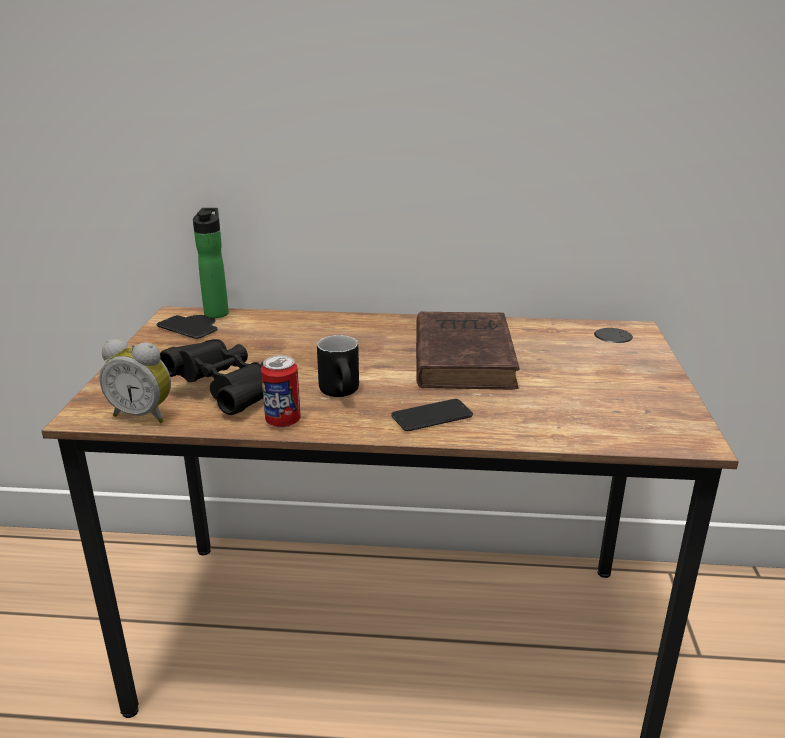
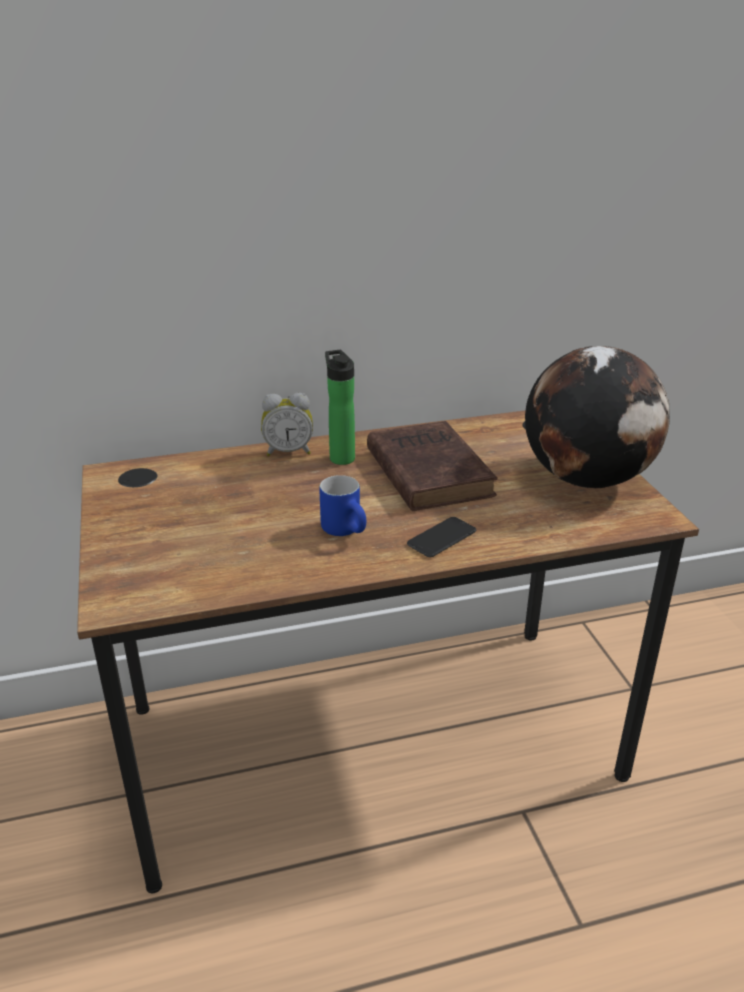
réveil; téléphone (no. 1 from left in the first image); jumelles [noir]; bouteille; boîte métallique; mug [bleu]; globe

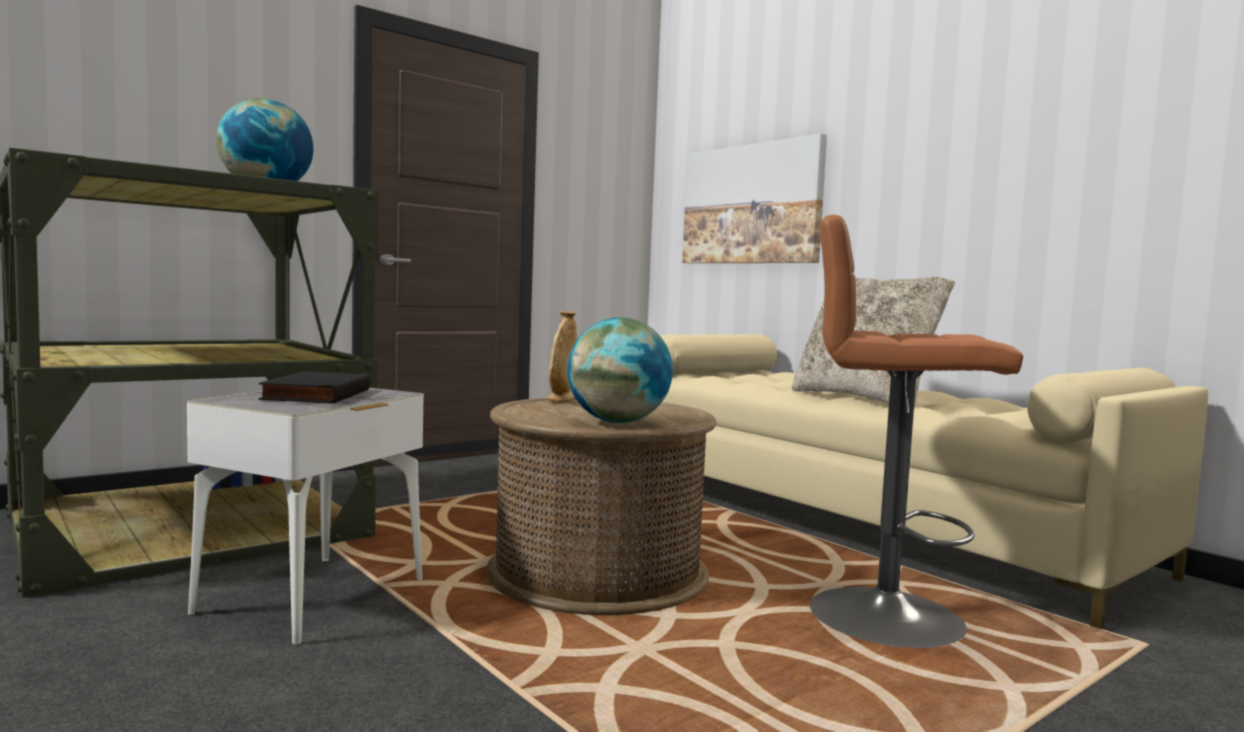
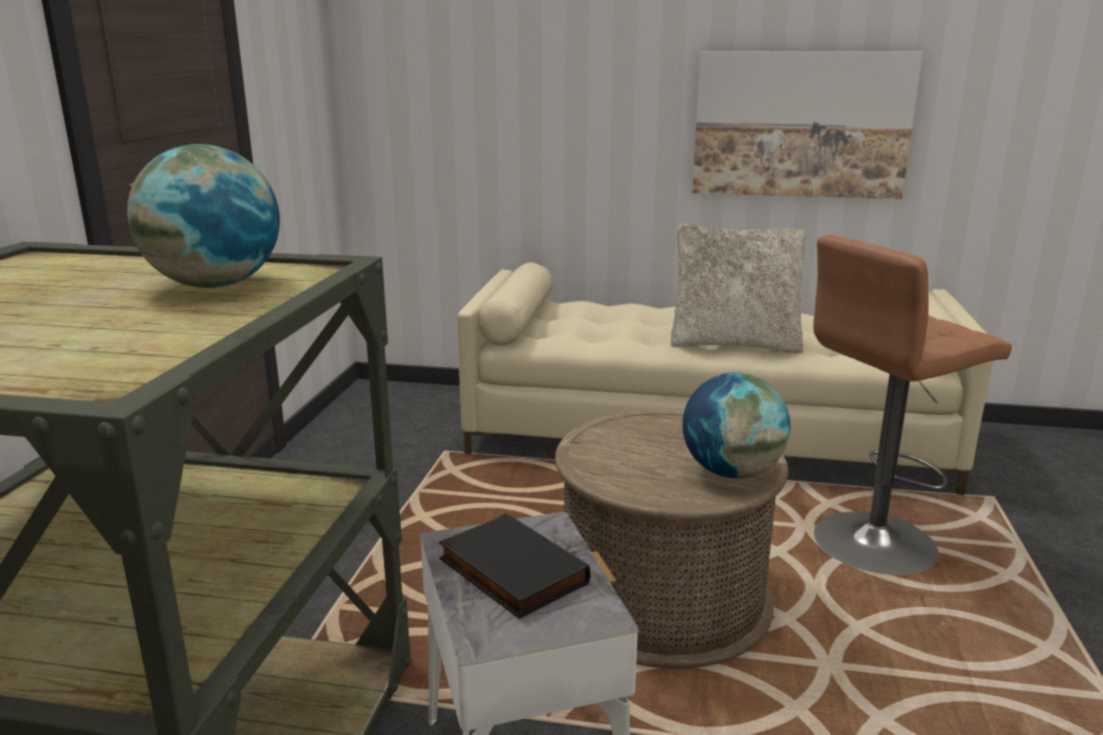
vase [beige]; tableau

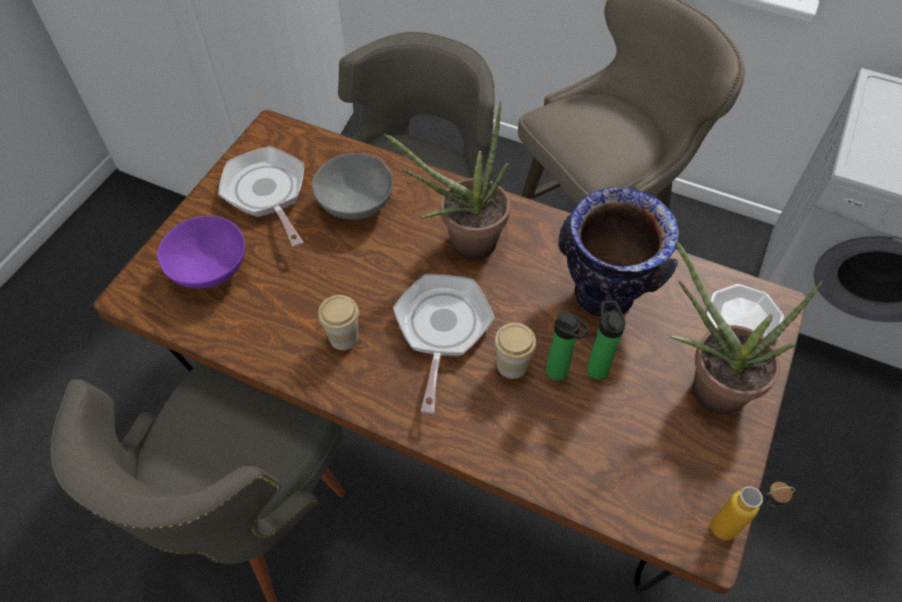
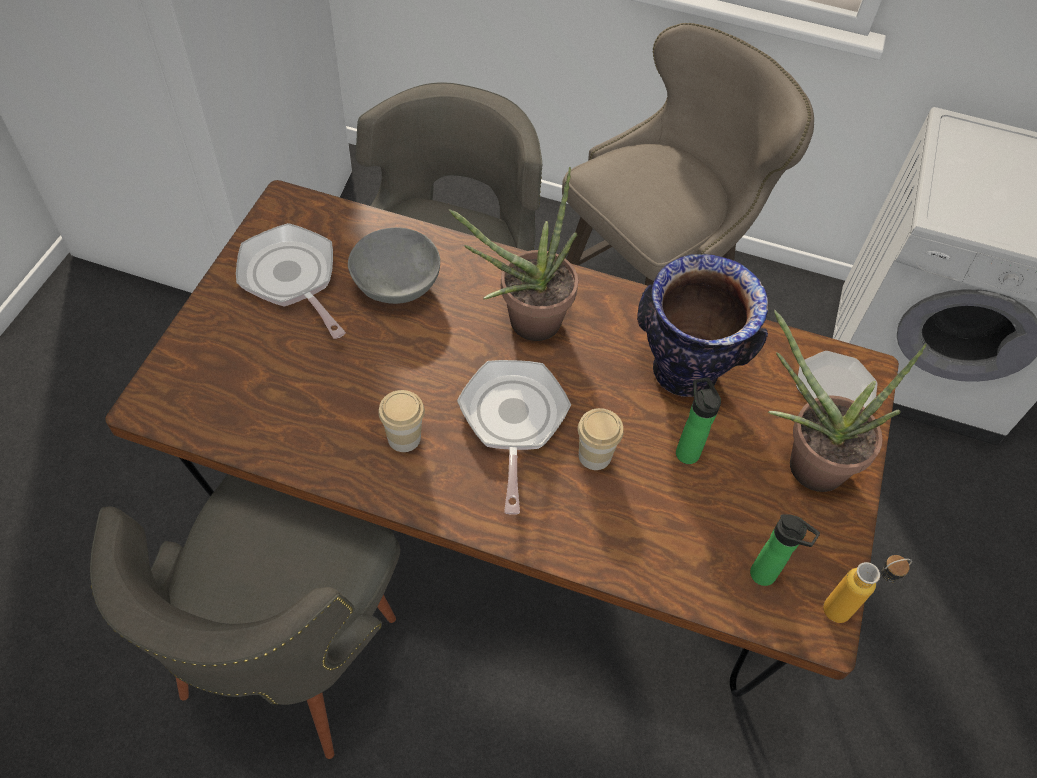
bol [violet]; bouteille (no. 2 from left)

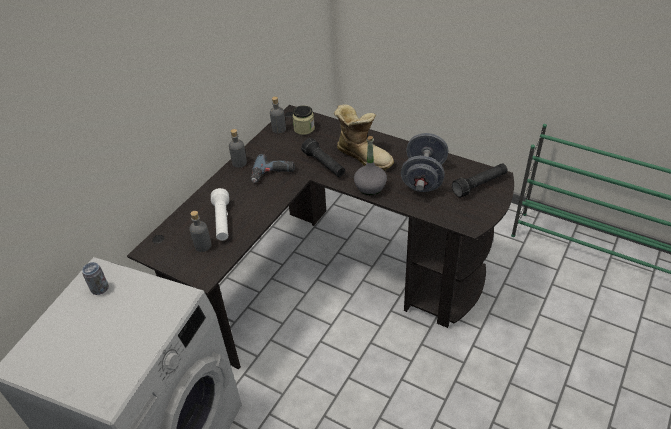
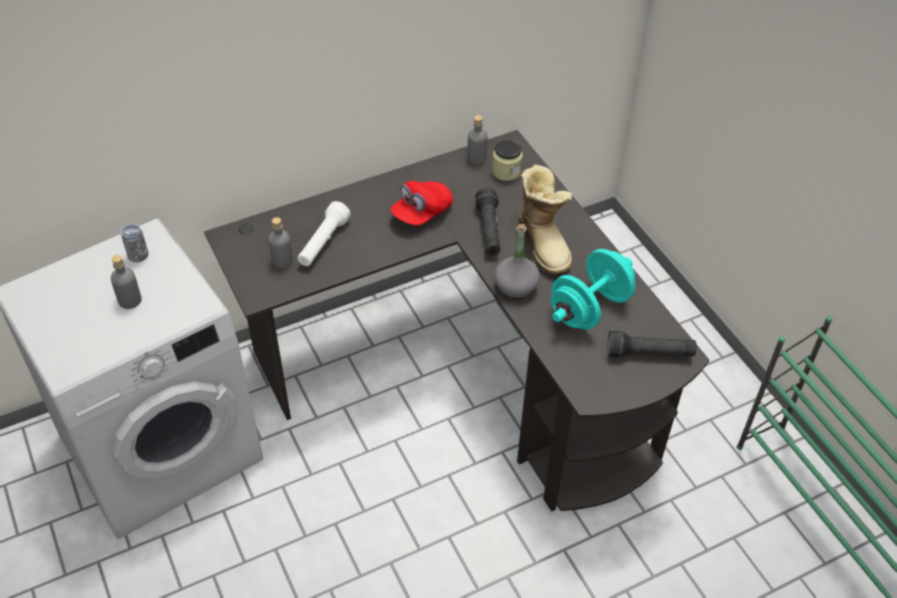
bouteille [gris] (no. 1 from left); casquette [rouge]; haltère [turquoise]

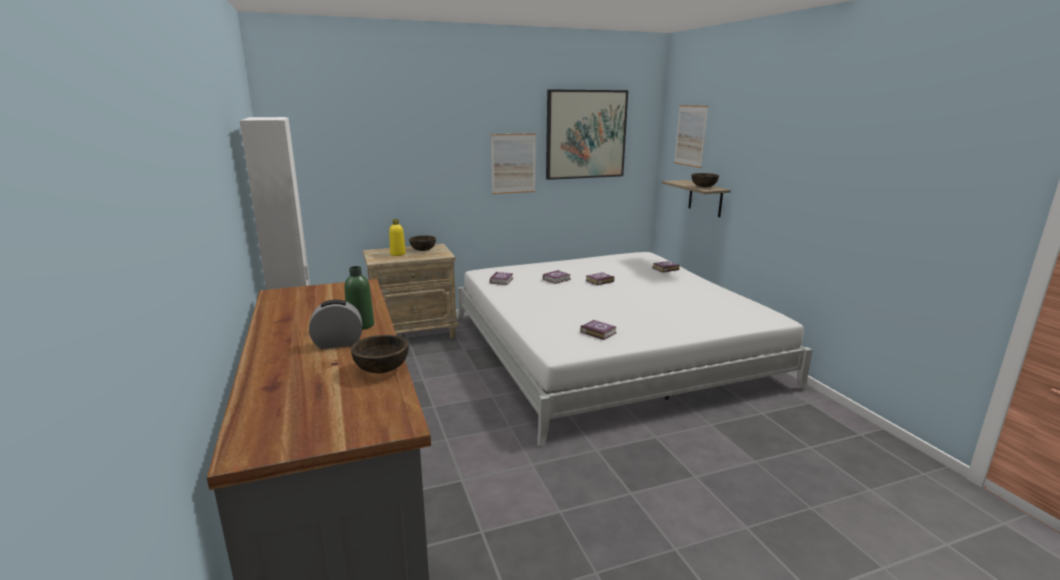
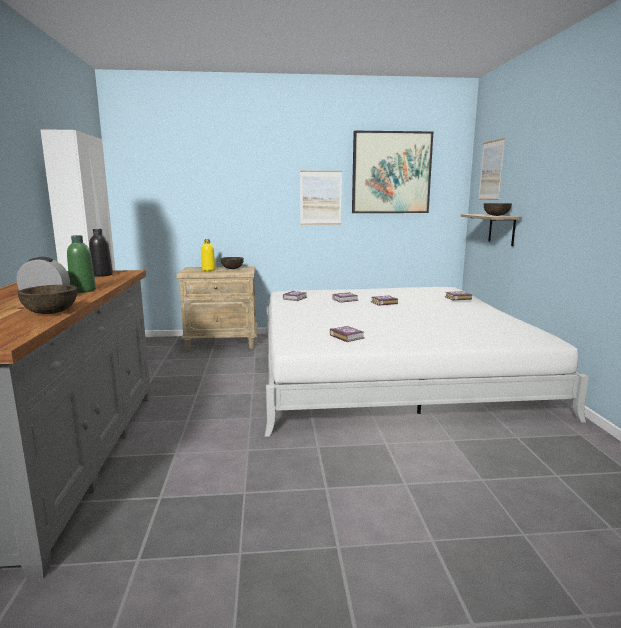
bouteille [noir]

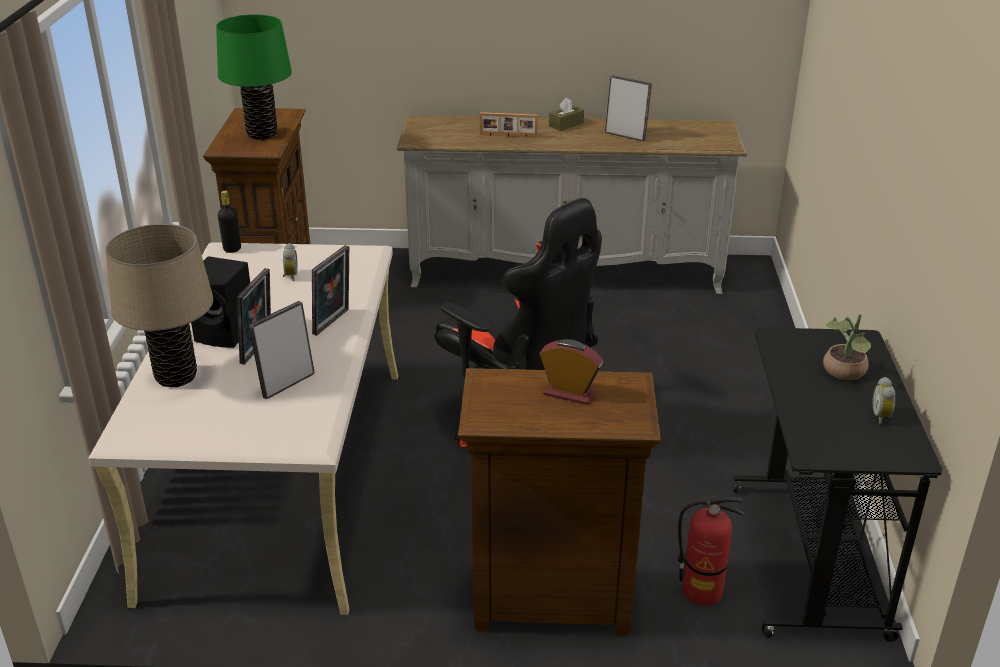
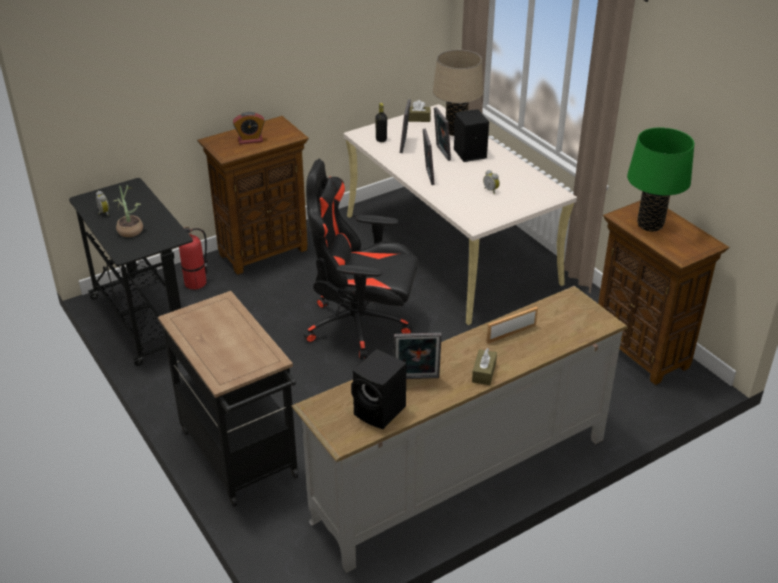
bouteille [noir]; chariot [noir]; enceinte [noir] (no. 1 from left); boîte à mouchoirs [marron] (no. 1 from left)

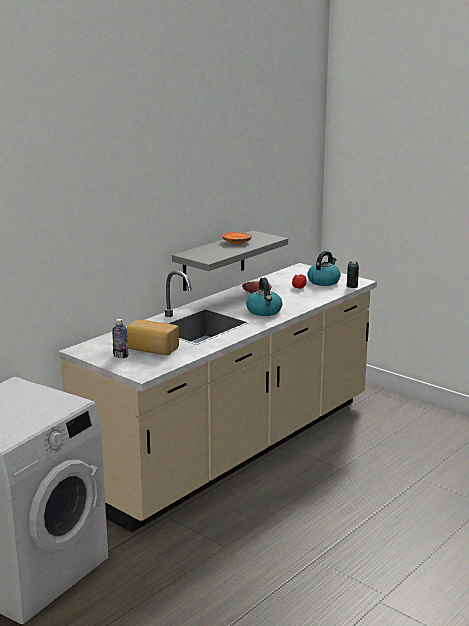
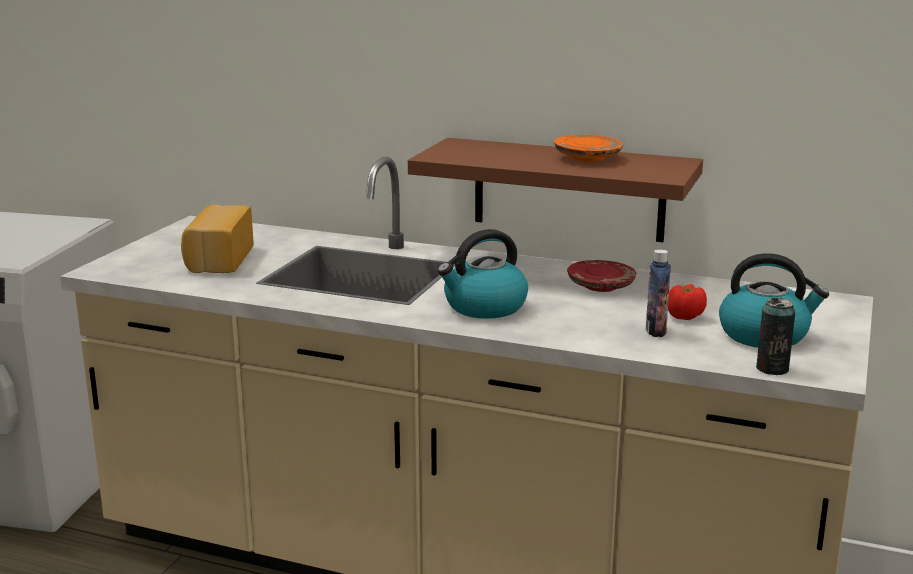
bouteille; étagère [marron]

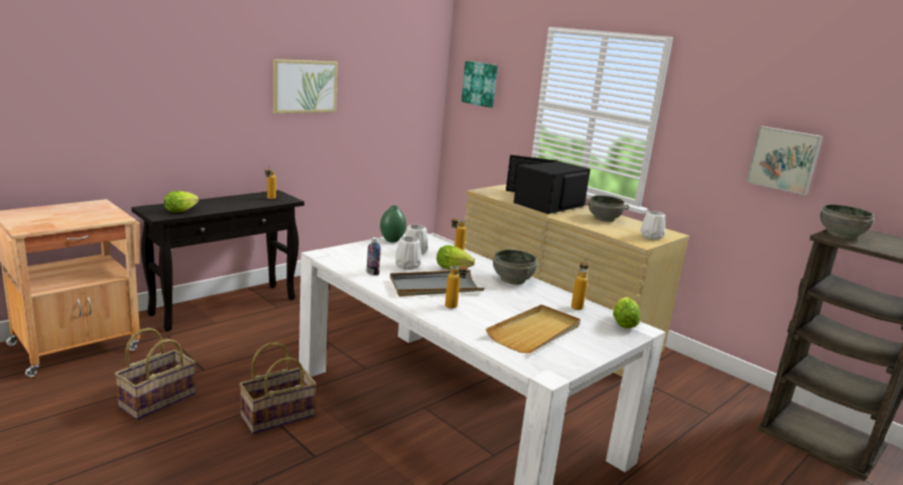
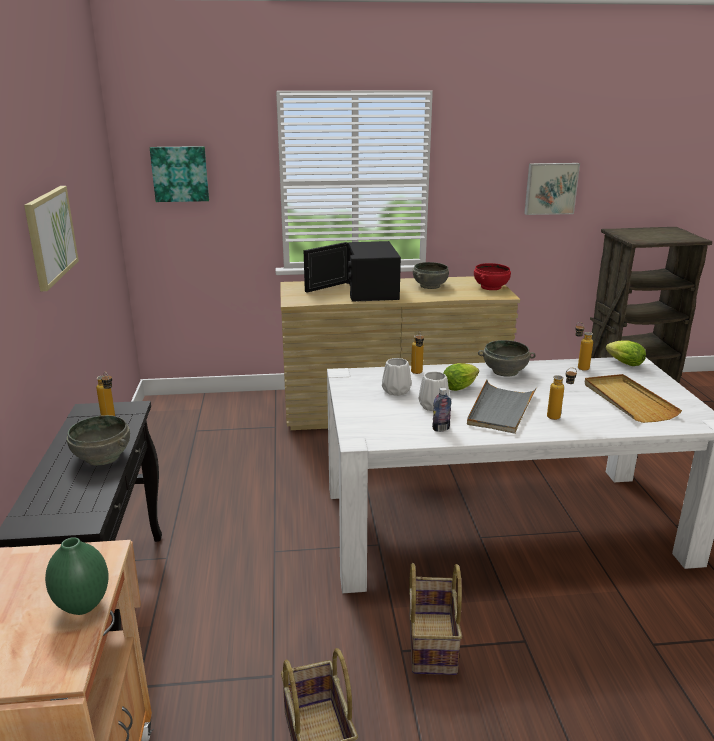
laitue (no. 1 from left in the first image); vase [vert]; bol [rouge]; bol [gris] (no. 1 from left)

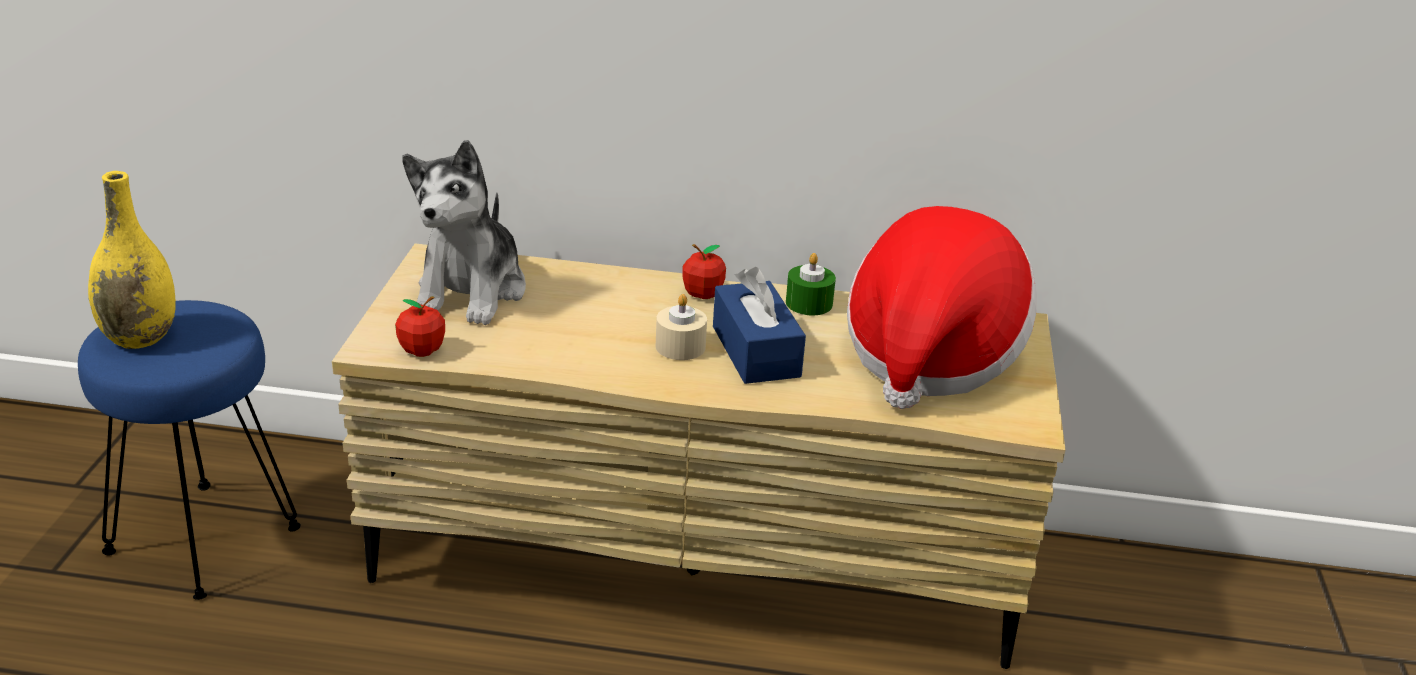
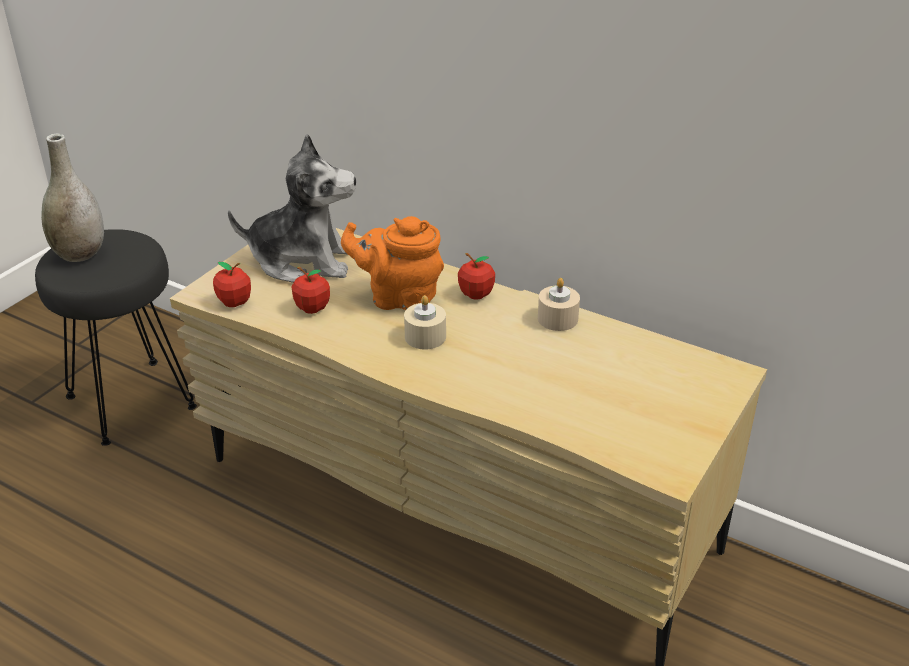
tabouret [noir]; vase [gris]; peluche; boîte à mouchoirs [bleu]; bougie [beige] (no. 2 from left); chapeau; pomme (no. 2 from left); théière [orange]

